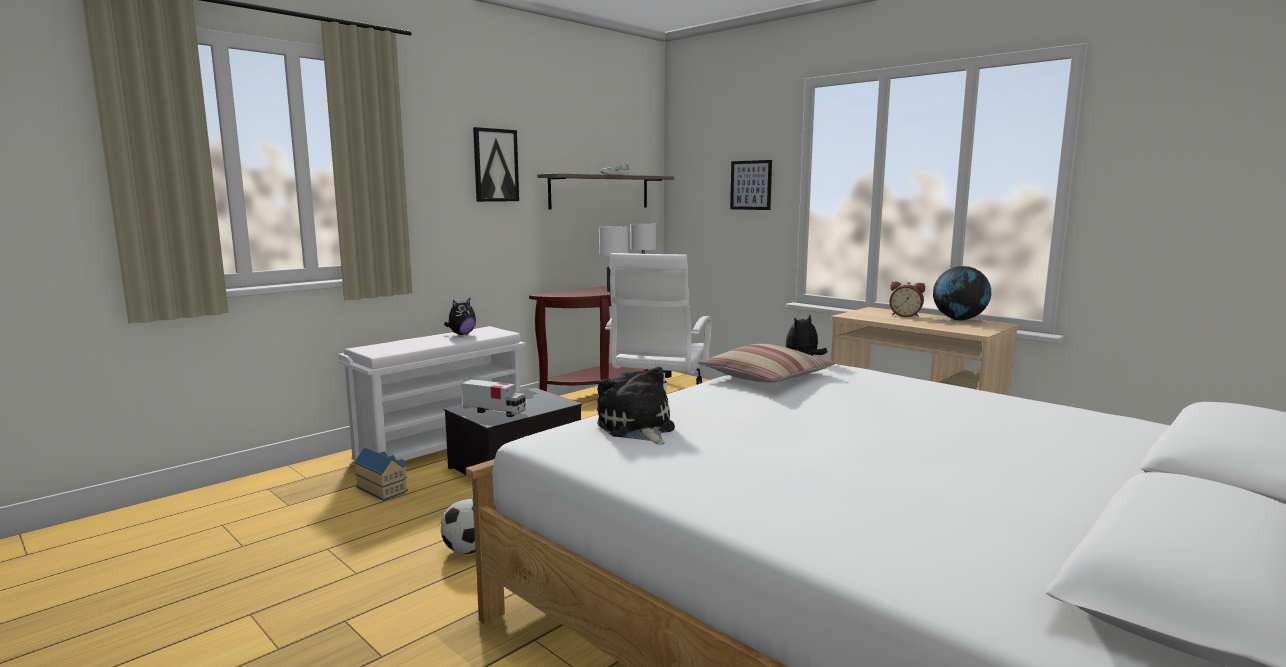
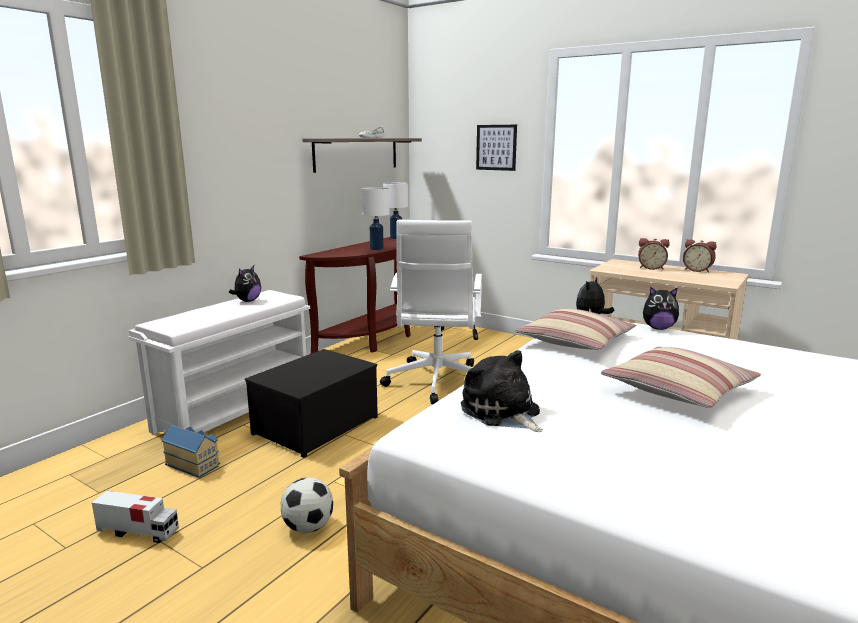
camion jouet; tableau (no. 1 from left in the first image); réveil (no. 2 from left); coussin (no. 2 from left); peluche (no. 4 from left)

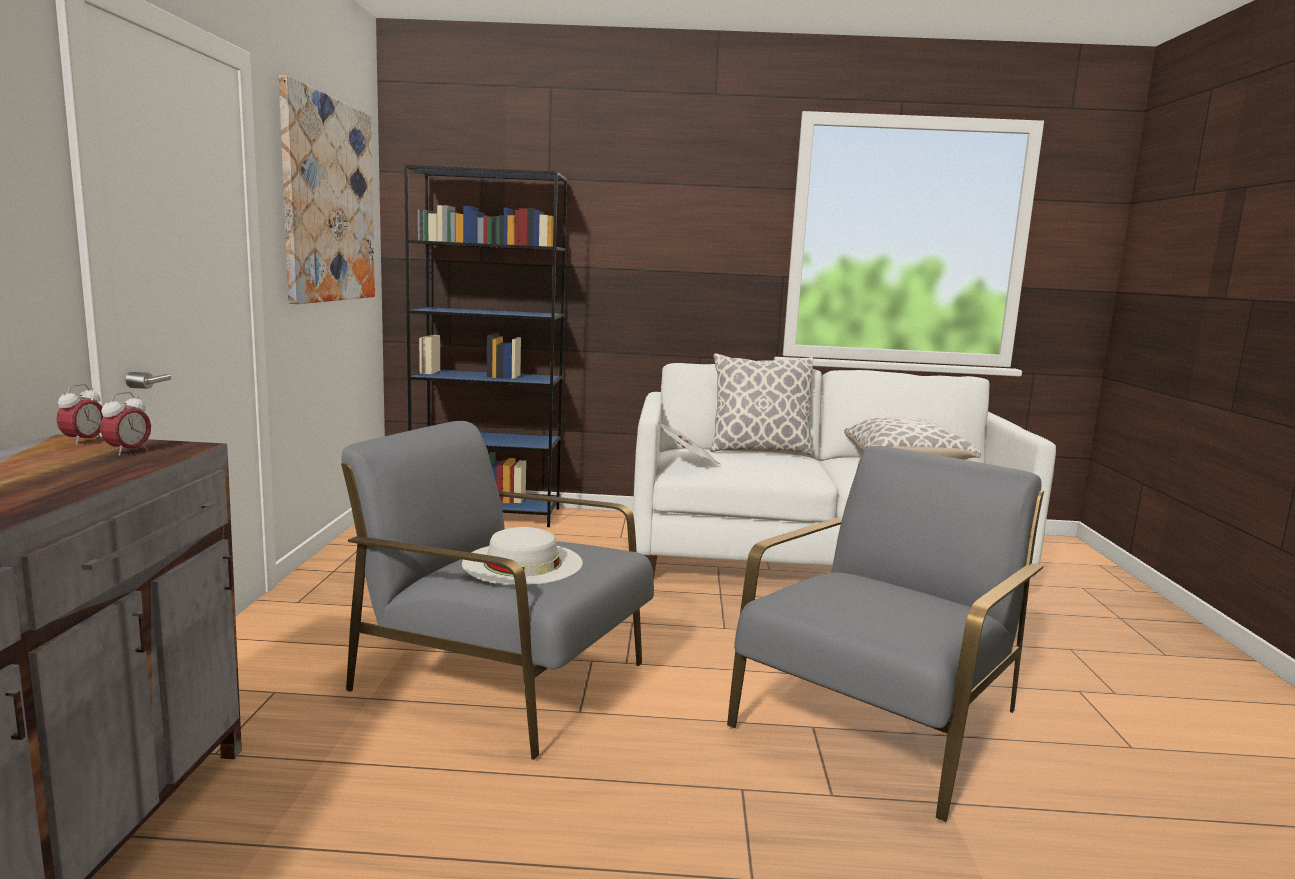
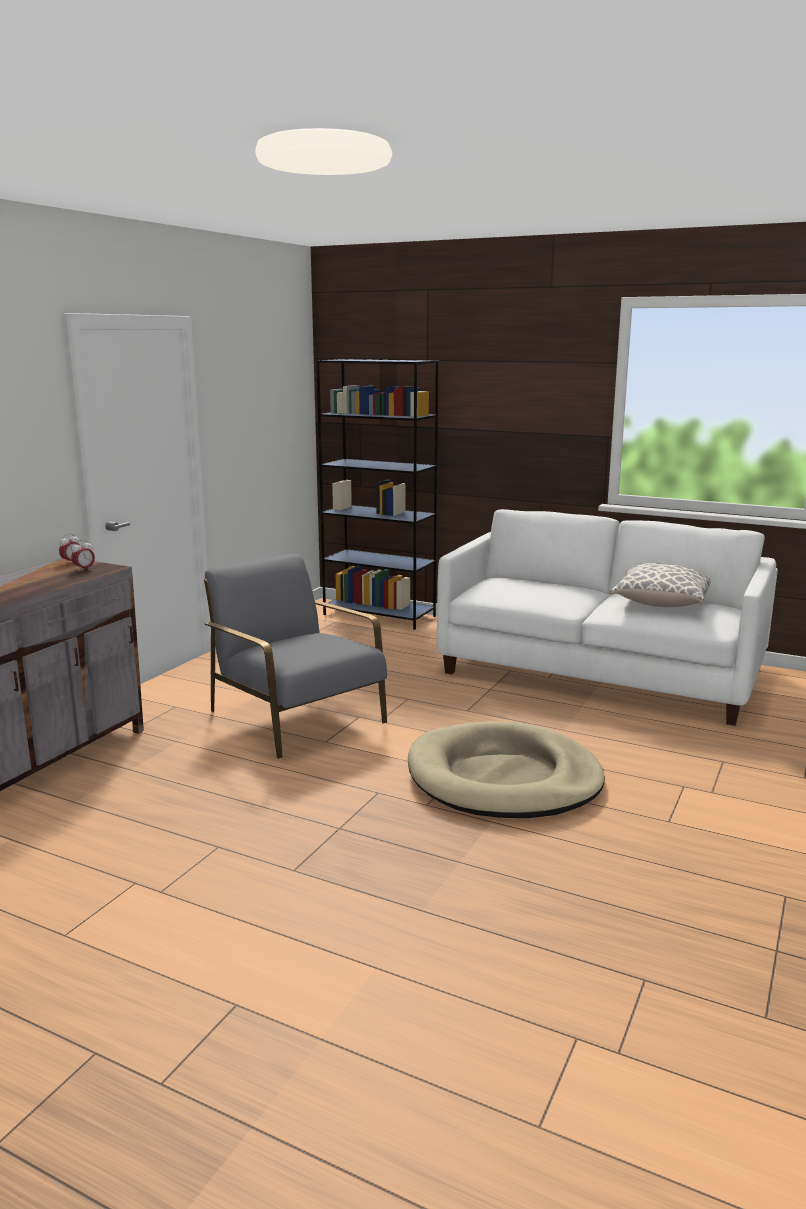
tableau; chapeau [blanc]; journal; coussin (no. 1 from left in the first image); panier pour chien [beige]

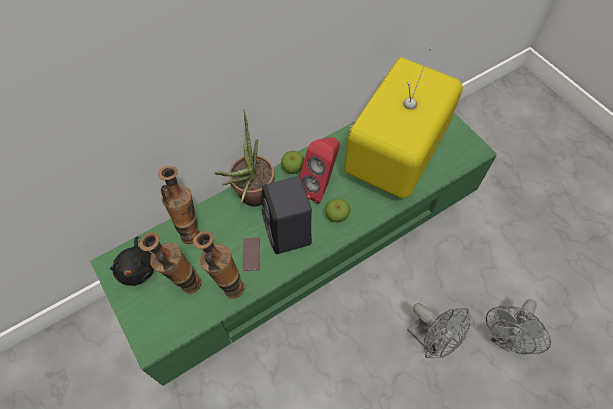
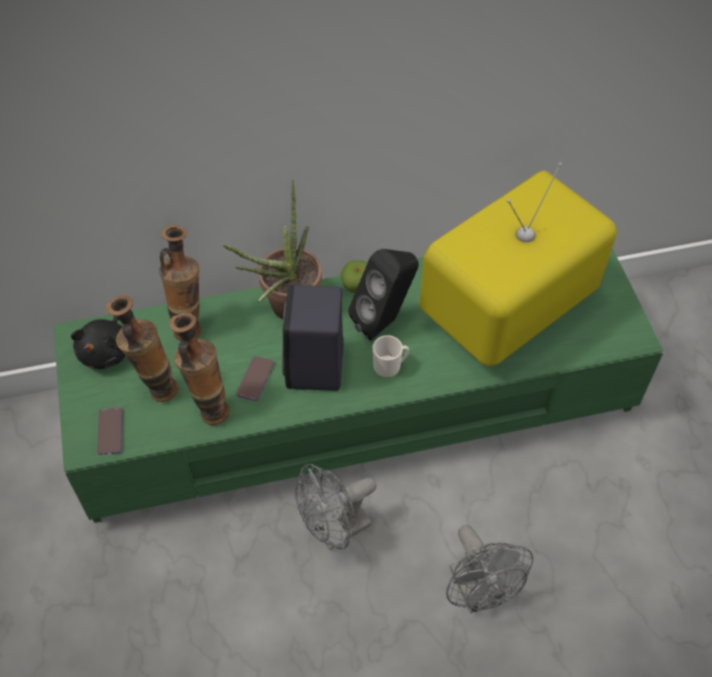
enceinte [noir] (no. 2 from left); mug; ventilateur [gris] (no. 1 from left); téléphone (no. 1 from left)

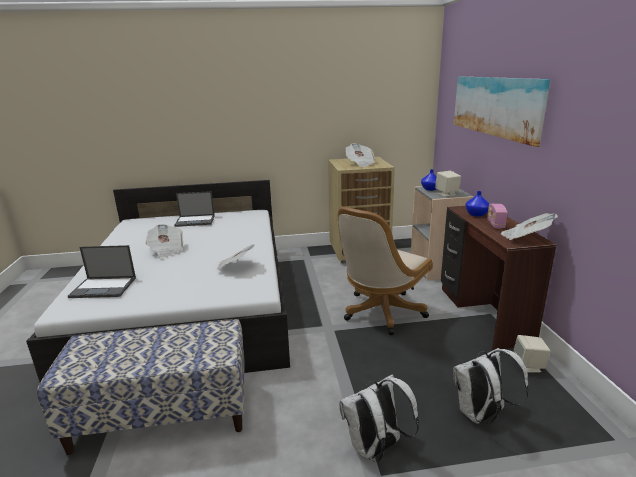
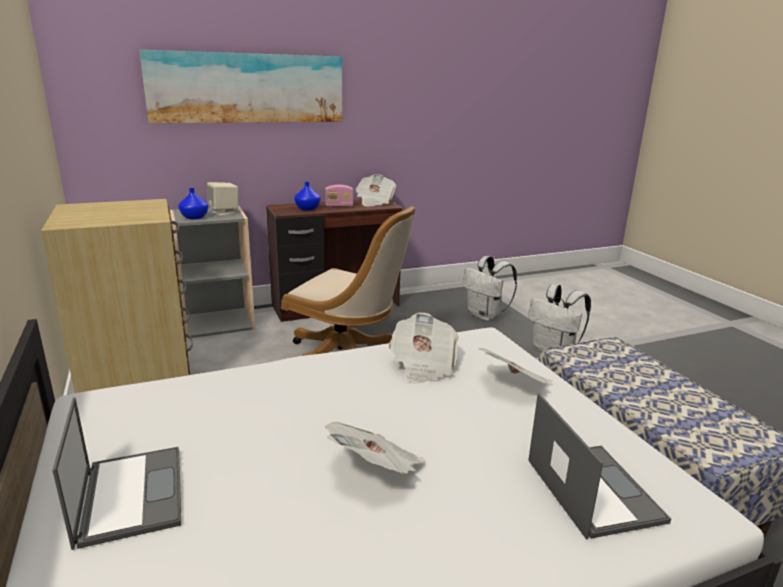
journal (no. 4 from left); enceinte [beige] (no. 2 from left in the first image)

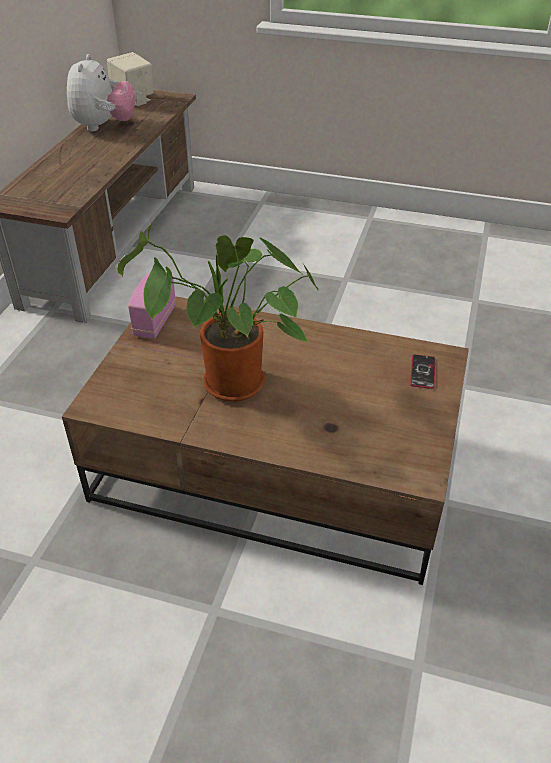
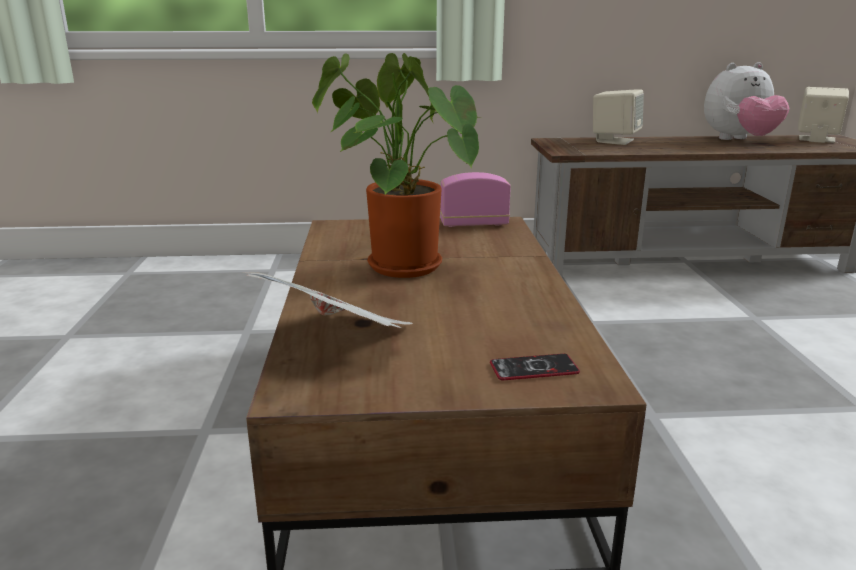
journal; enceinte [beige] (no. 1 from left)

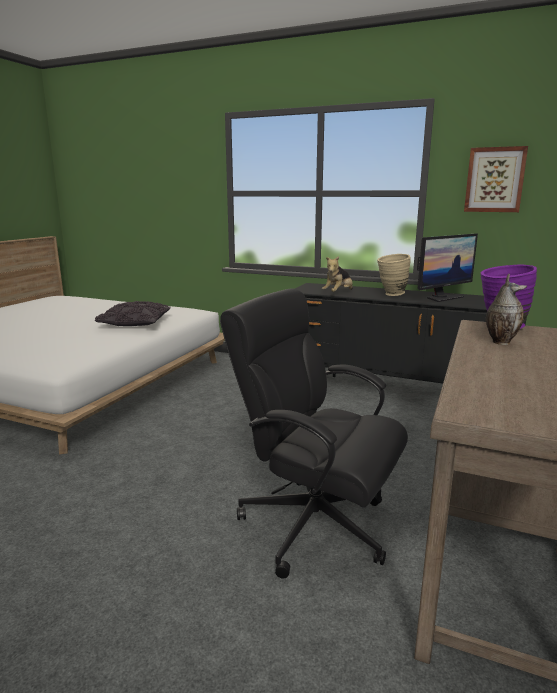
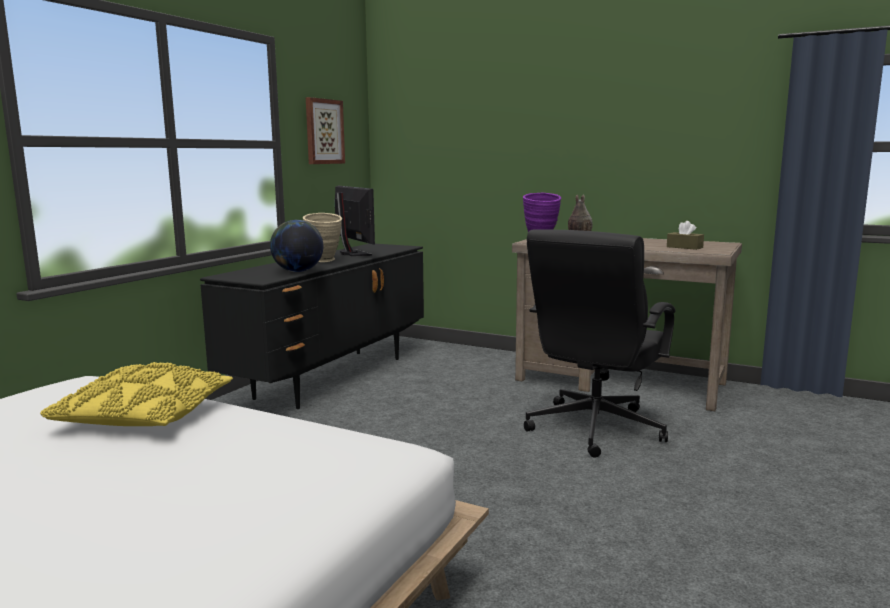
coussin [jaune]; globe; boîte à mouchoirs [marron]

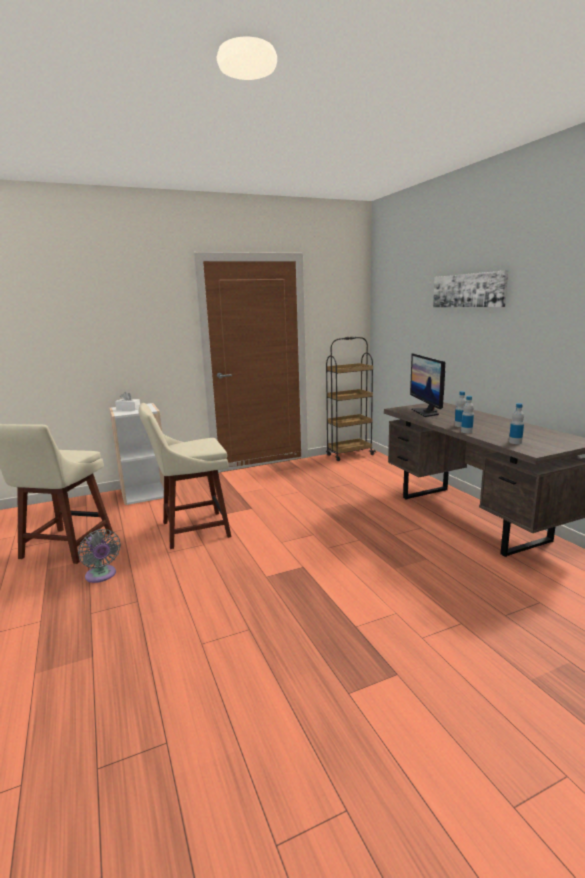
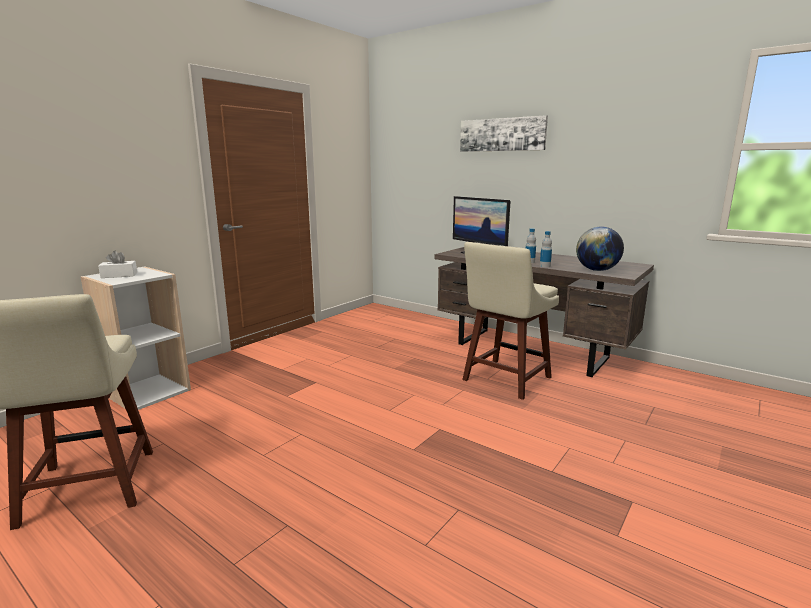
ventilateur [gris]; tabouret [beige] (no. 2 from left); chariot [marron]; globe

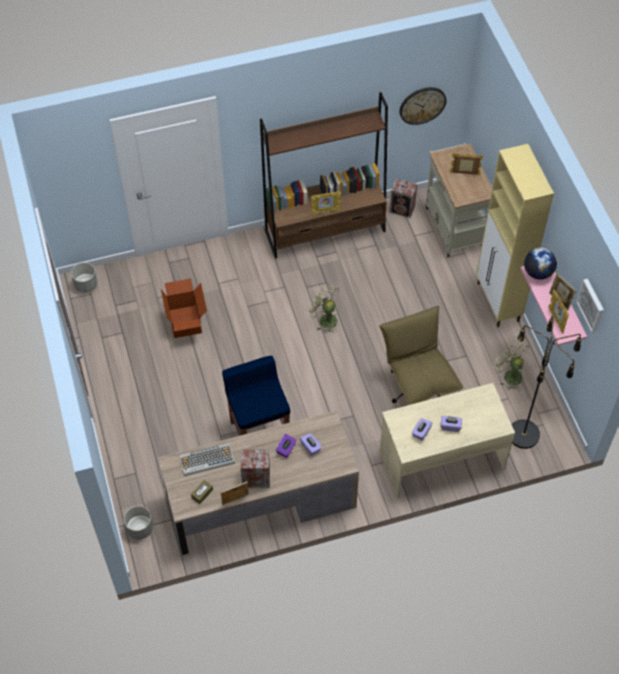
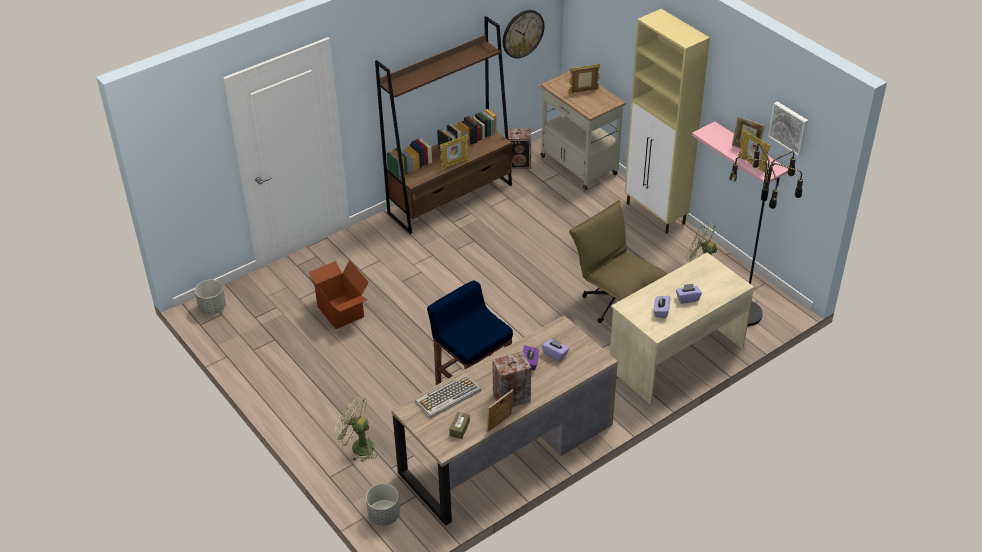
ventilateur [vert] (no. 1 from left); globe

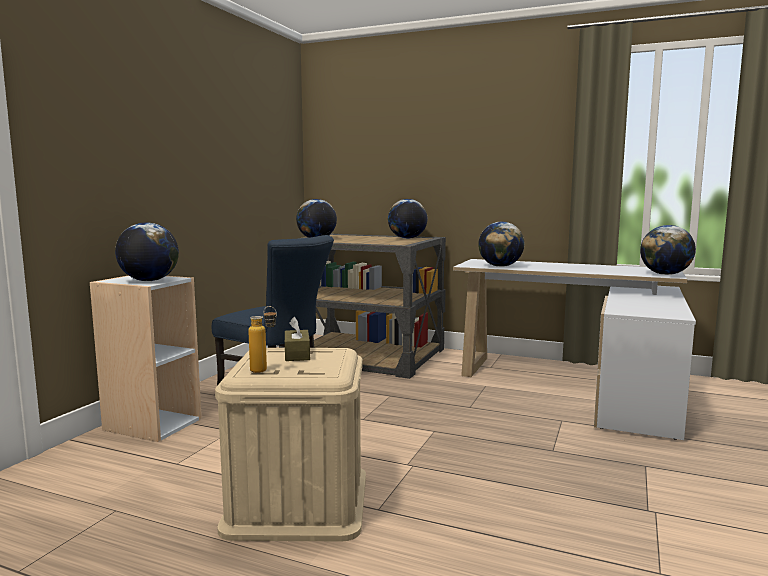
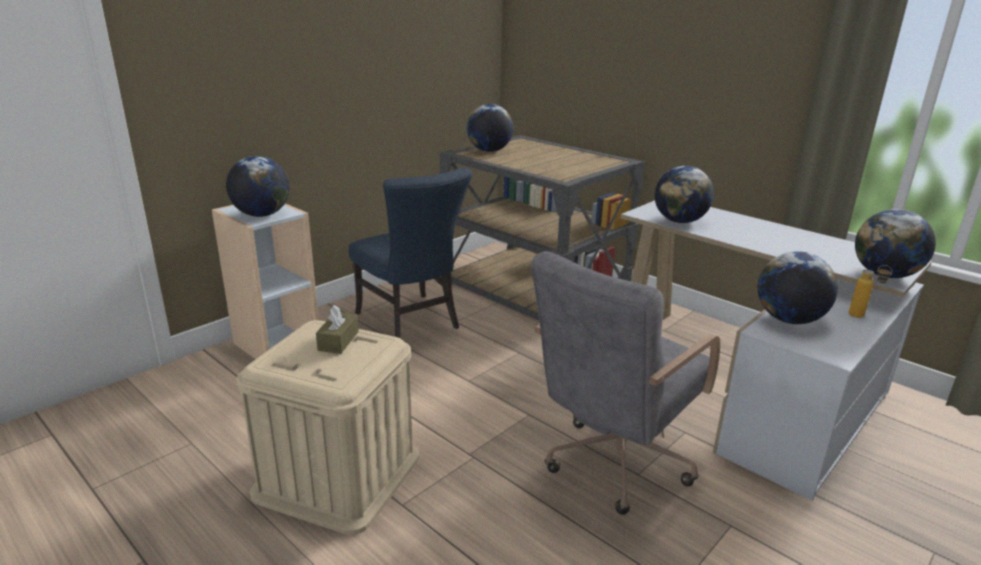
bouteille; globe (no. 4 from left); chaise de bureau [gris]

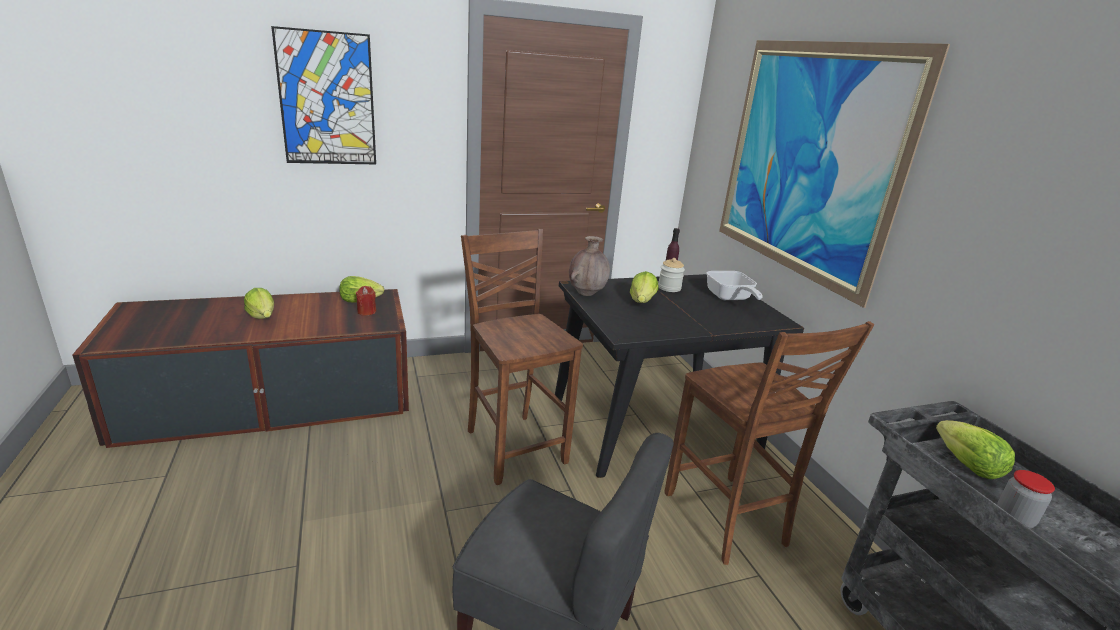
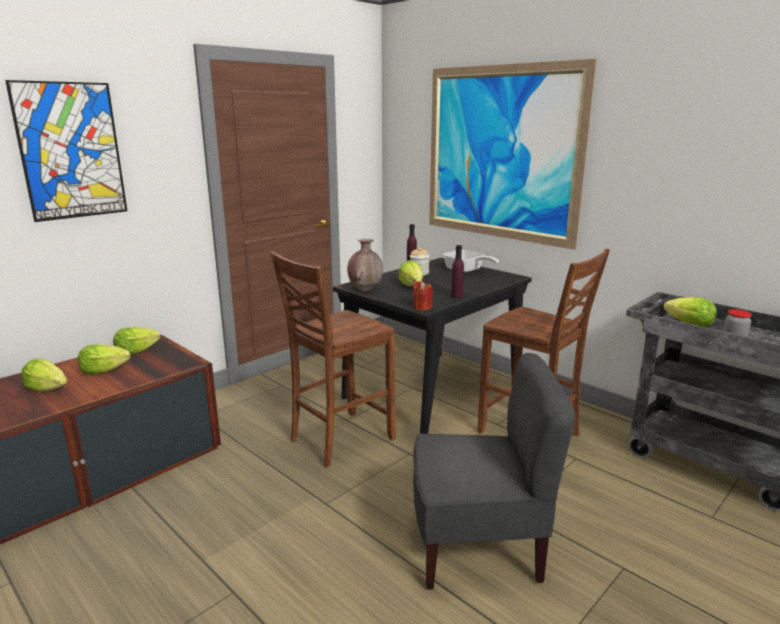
bougie [rouge]; chaise [marron] (no. 1 from left); laitue (no. 2 from left); bouteille [violet] (no. 2 from left)

